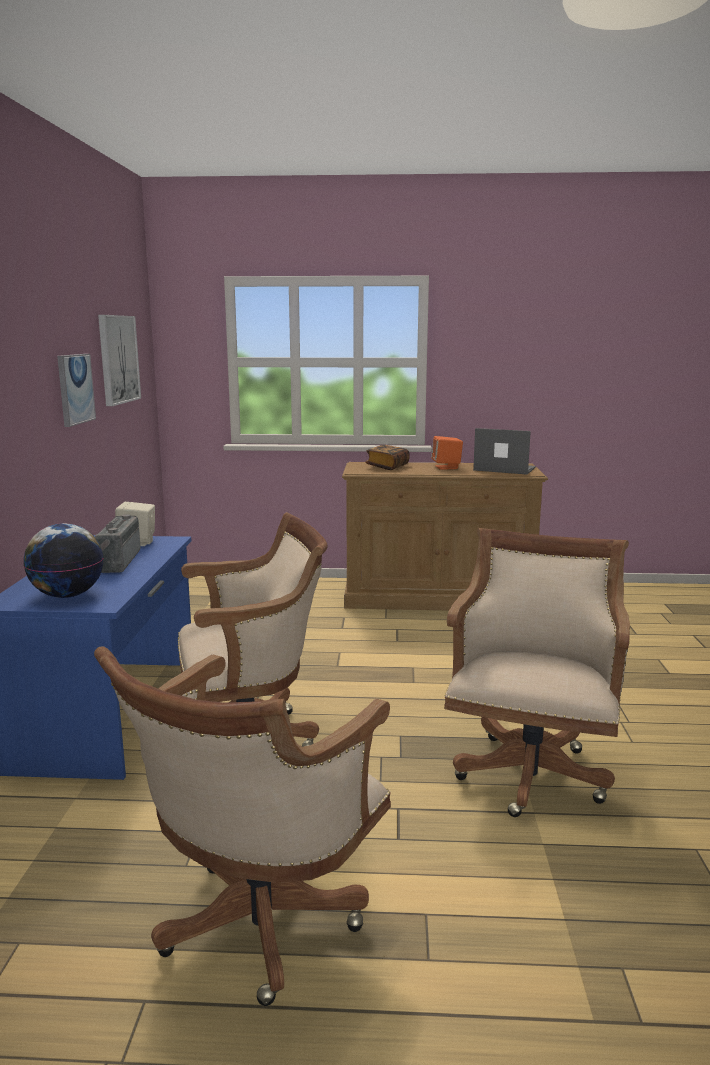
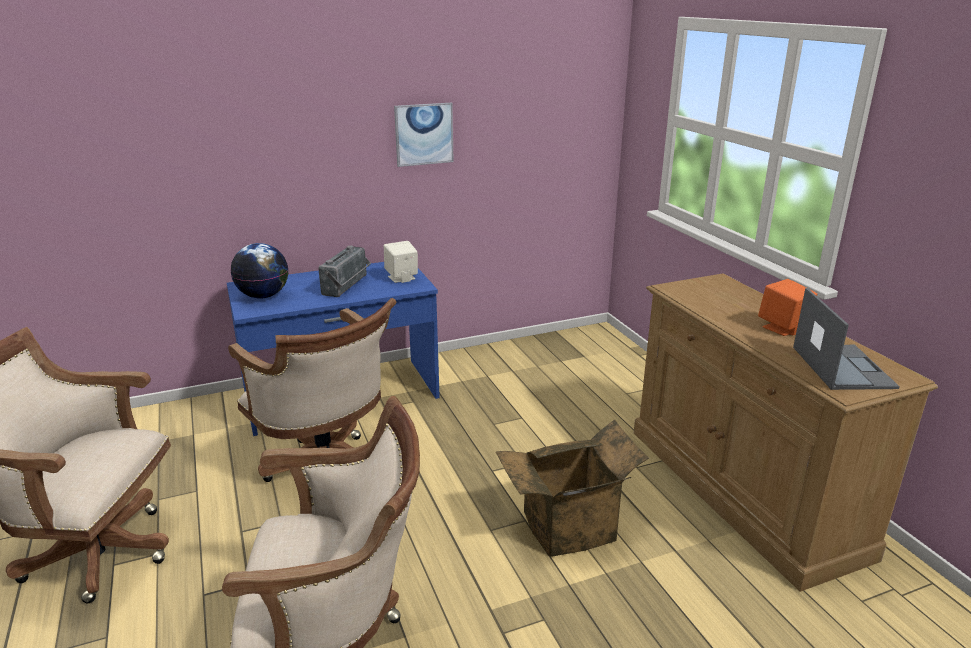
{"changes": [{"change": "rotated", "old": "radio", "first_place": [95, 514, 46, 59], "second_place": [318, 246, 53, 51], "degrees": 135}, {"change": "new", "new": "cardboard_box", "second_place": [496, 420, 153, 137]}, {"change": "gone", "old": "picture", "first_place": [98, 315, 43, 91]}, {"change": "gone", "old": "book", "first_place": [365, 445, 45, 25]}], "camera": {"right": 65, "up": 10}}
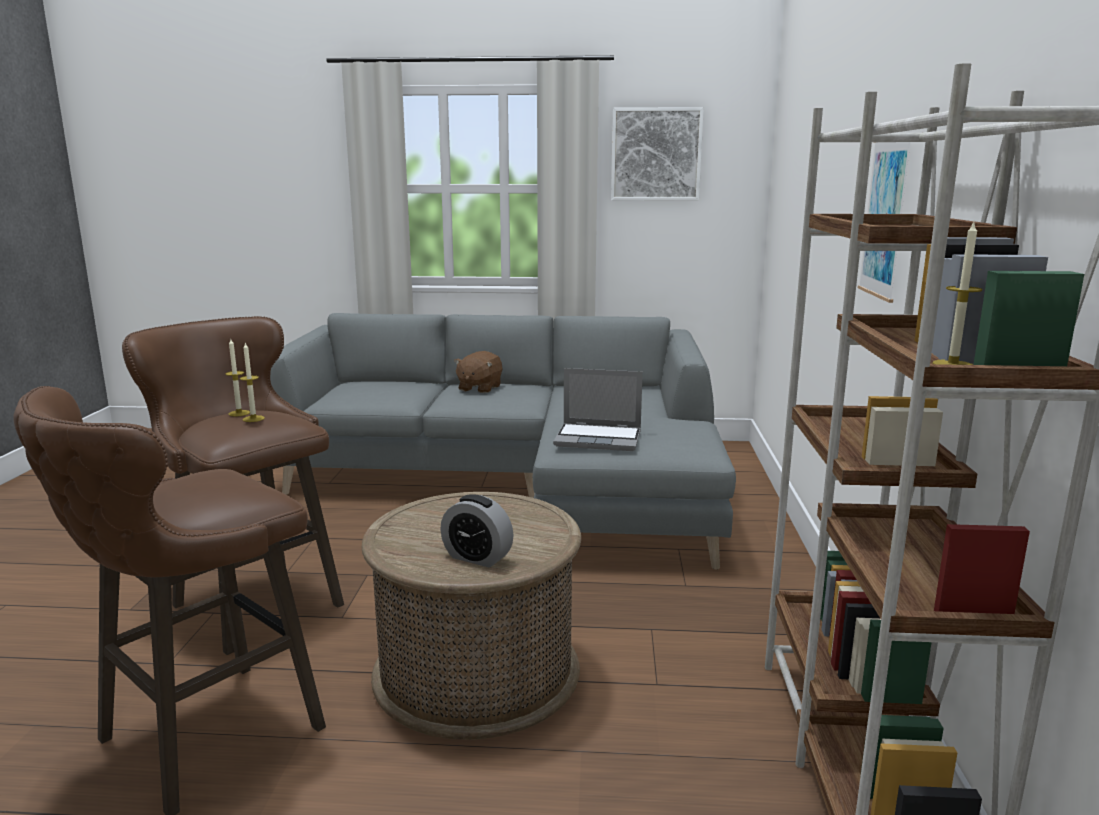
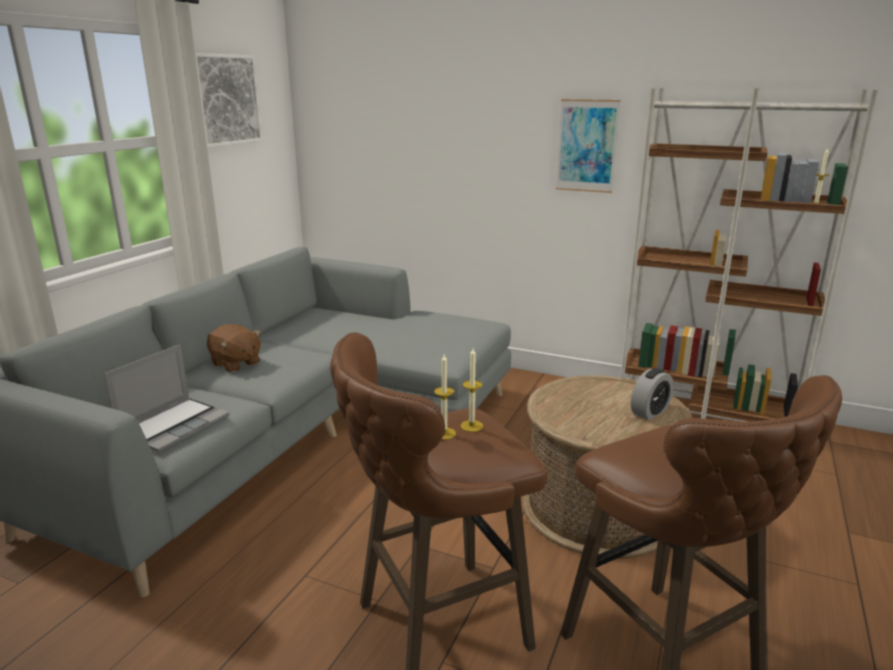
{"changes": [{"change": "shifted", "old": "laptop", "first_place": [553, 368, 90, 83], "second_place": [104, 344, 125, 109]}], "camera": {"right": -70, "up": 5}}
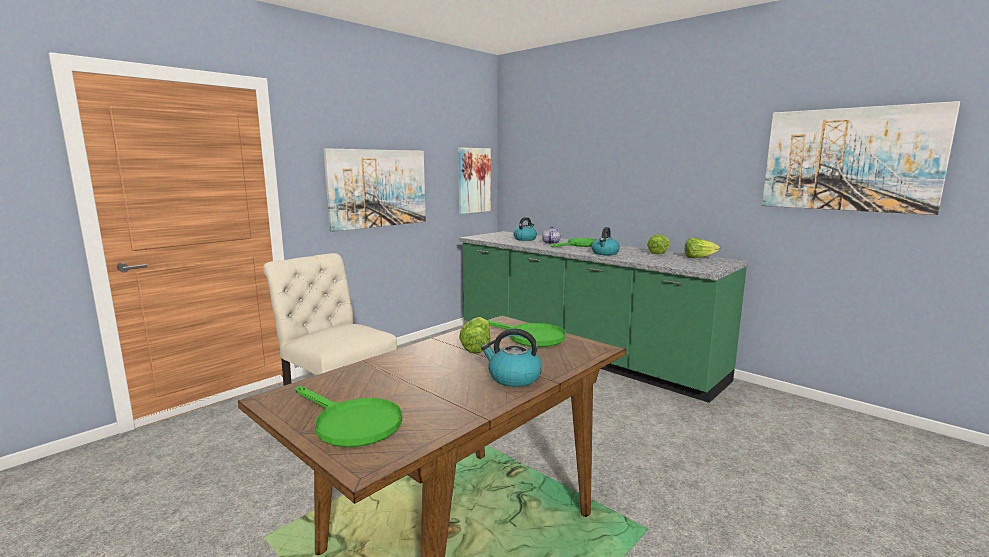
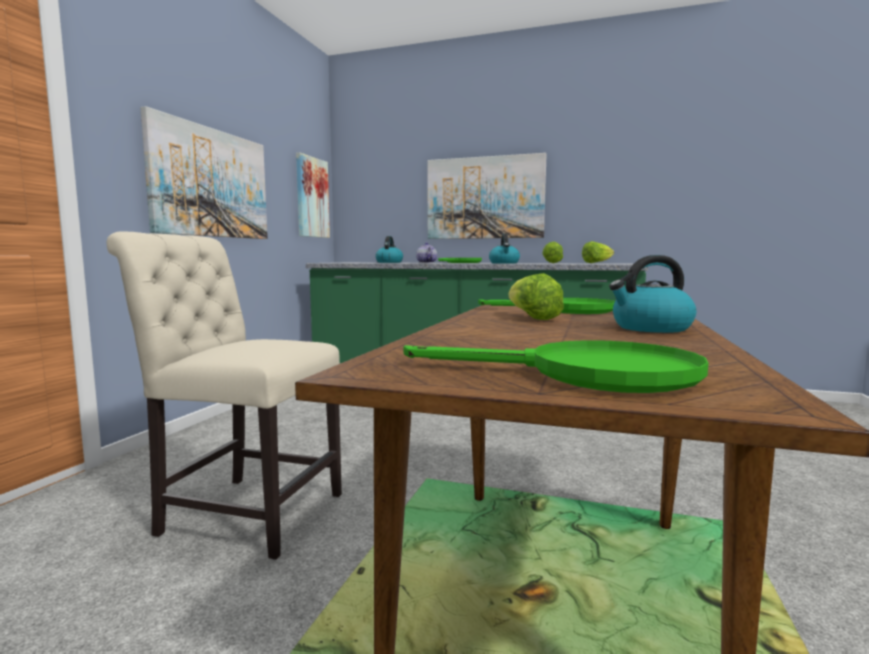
{"changes": [{"change": "shifted", "old": "picture", "first_place": [762, 101, 198, 114], "second_place": [428, 153, 118, 86]}], "camera": {"right": -25, "up": -5}}
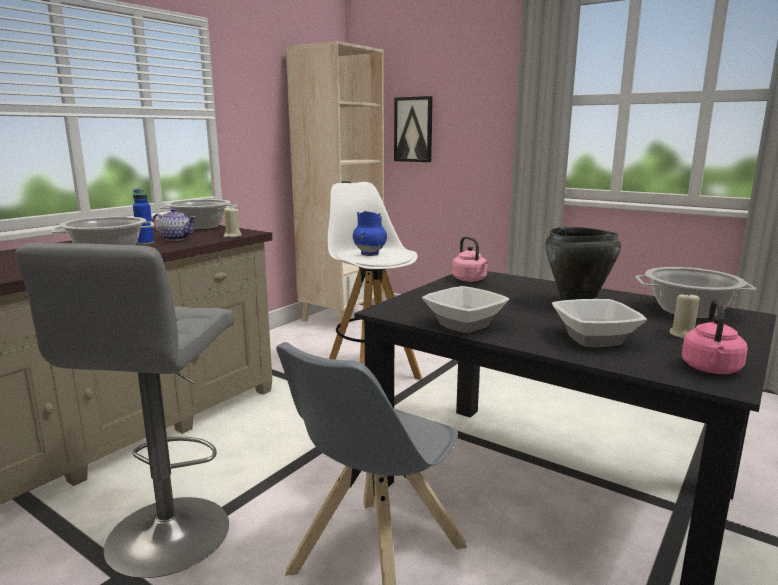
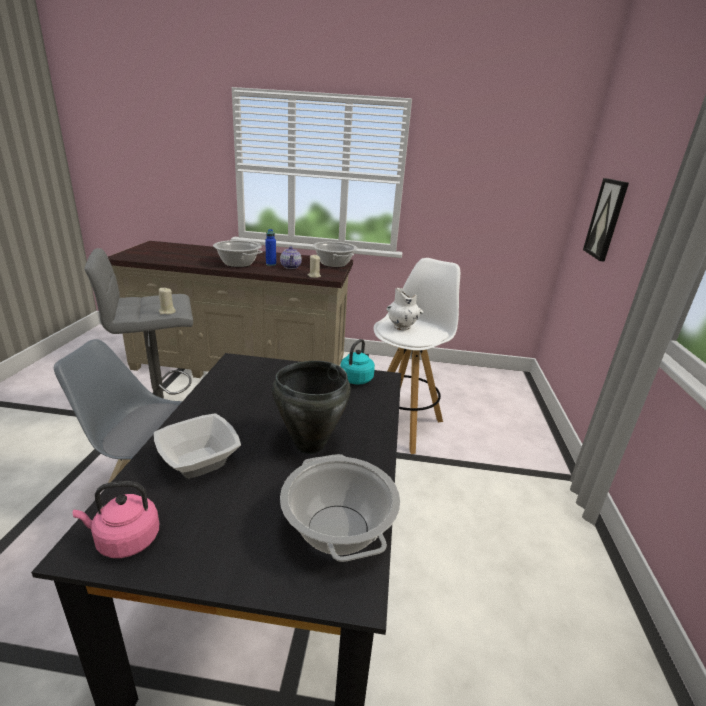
{"changes": [{"change": "shifted", "old": "beige_candle", "first_place": [670, 292, 30, 47], "second_place": [159, 287, 17, 28]}, {"change": "repainted", "old": "pink_kettle", "new": "turquoise_kettle", "first_place": [452, 236, 36, 46], "second_place": [340, 339, 35, 46]}, {"change": "repainted", "old": "blue_vase", "new": "white_vase", "first_place": [353, 211, 34, 45], "second_place": [386, 287, 37, 43]}, {"change": "gone", "old": "beige_bookcase", "first_place": [286, 41, 98, 289]}, {"change": "gone", "old": "bowl", "first_place": [422, 286, 88, 47]}], "camera": {"right": 60, "up": 10}}
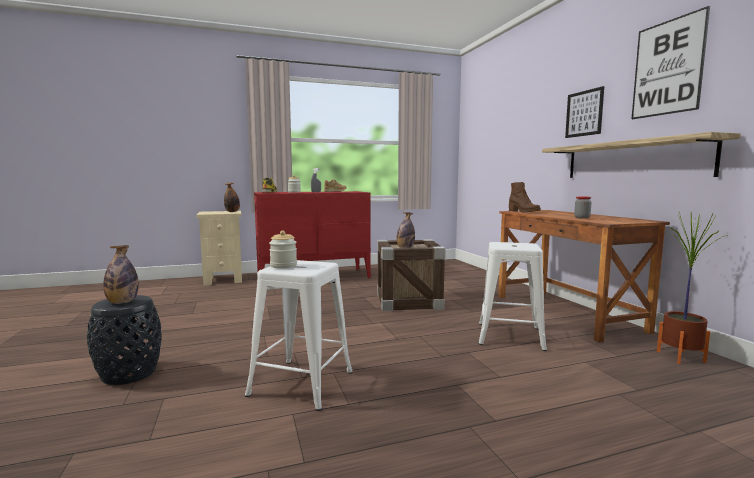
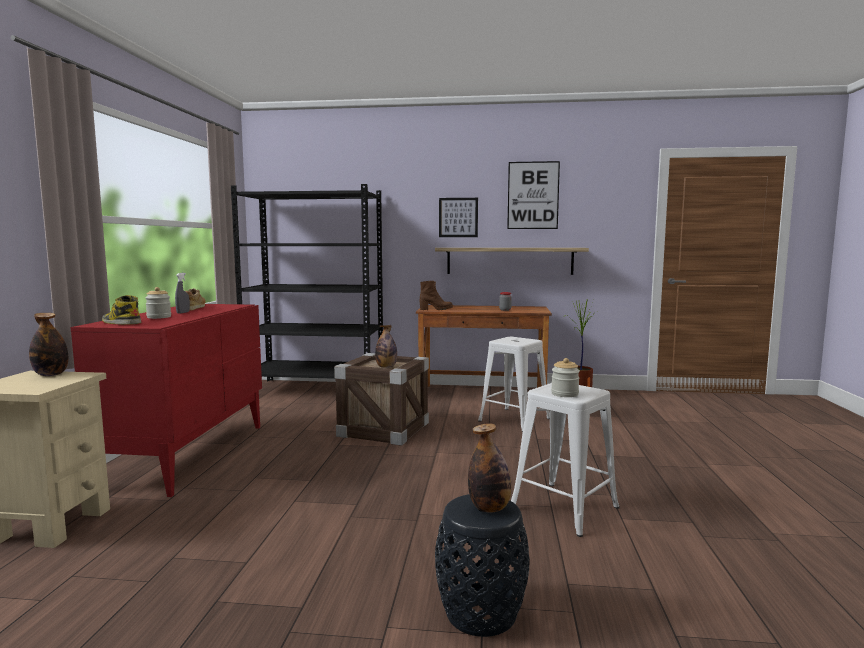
{"changes": [{"change": "new", "new": "black_bookcase", "second_place": [231, 184, 152, 197]}], "camera": {"right": -65, "up": 0}}
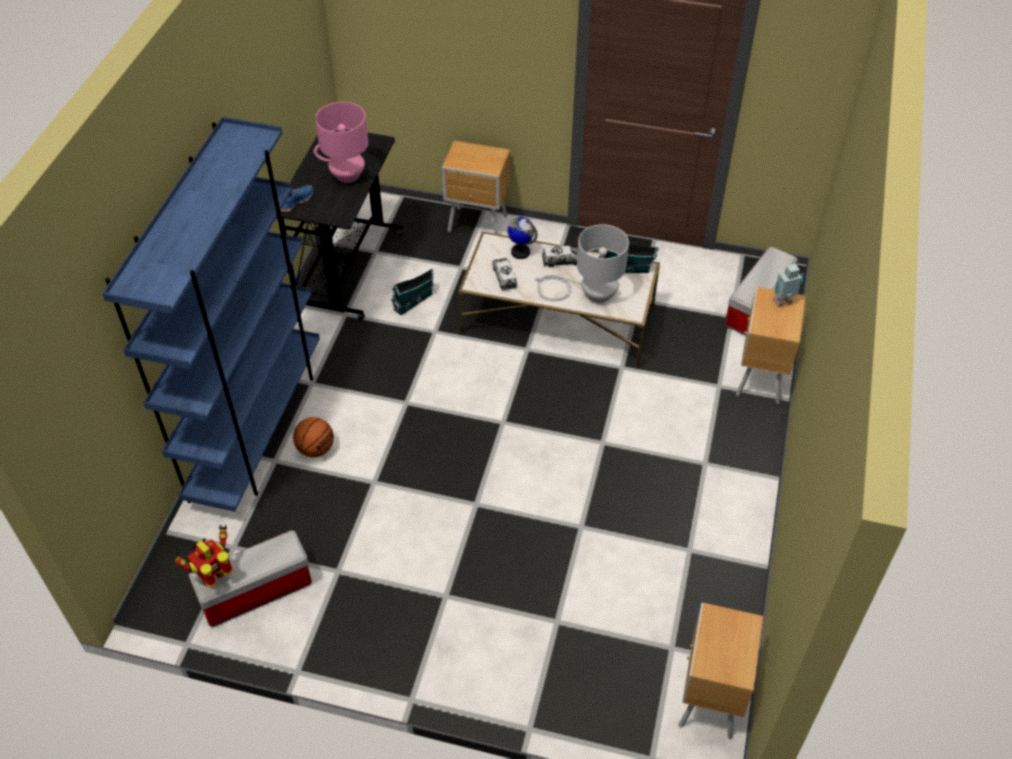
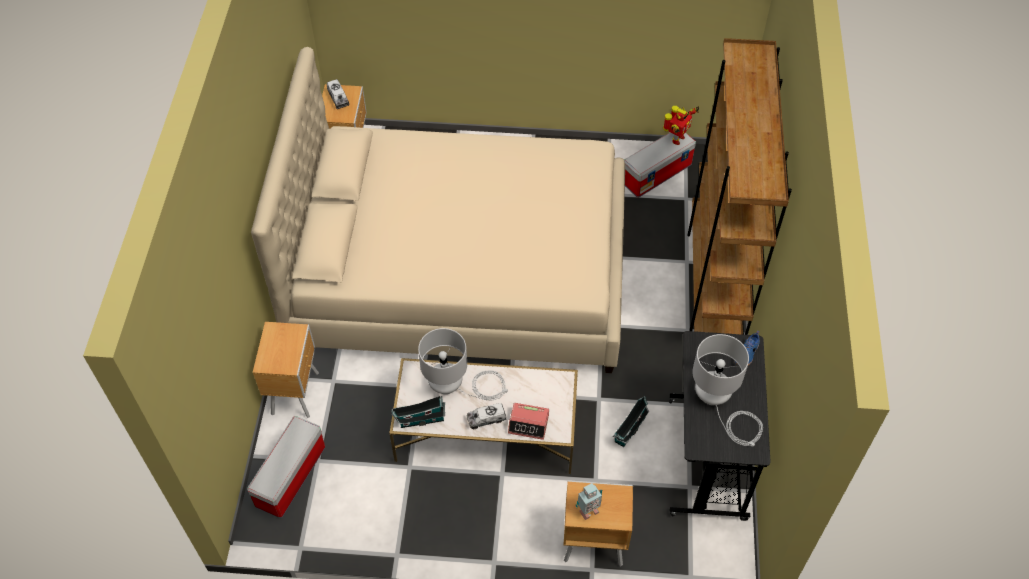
{"changes": [{"change": "new", "new": "beige_bed", "second_place": [251, 47, 374, 326]}, {"change": "shifted", "old": "toy_truck", "first_place": [493, 258, 24, 32], "second_place": [327, 79, 22, 30]}, {"change": "swapped", "old": "globe", "new": "alarm_clock", "first_place": [507, 217, 31, 42], "second_place": [508, 403, 41, 37]}, {"change": "shifted", "old": "toy_robot", "first_place": [772, 263, 32, 44], "second_place": [576, 483, 26, 37]}, {"change": "repainted", "old": "blue_bookcase", "new": "brown_bookcase", "first_place": [102, 117, 218, 395], "second_place": [687, 38, 105, 297]}, {"change": "repainted", "old": "pink_table_lamp", "new": "grey_table_lamp", "first_place": [314, 102, 54, 81], "second_place": [692, 334, 71, 113]}, {"change": "gone", "old": "basketball", "first_place": [293, 417, 41, 40]}], "camera": {"right": 170, "up": 5}}
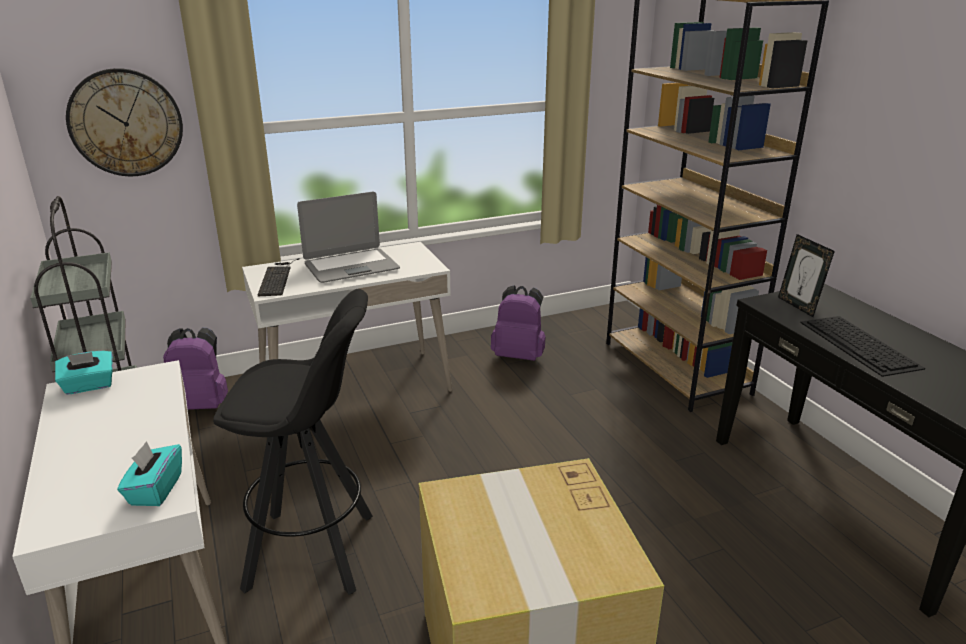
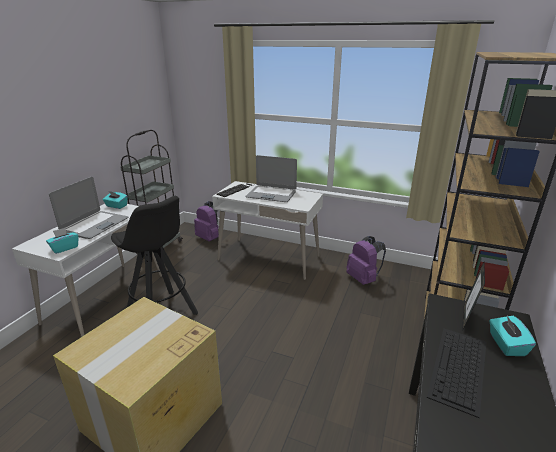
{"changes": [{"change": "new", "new": "laptop", "second_place": [49, 177, 80, 62]}, {"change": "new", "new": "turquoise_tissue_box", "second_place": [489, 316, 47, 40]}, {"change": "gone", "old": "wall_clock", "first_place": [66, 68, 117, 108]}], "camera": {"right": 45, "up": 0}}
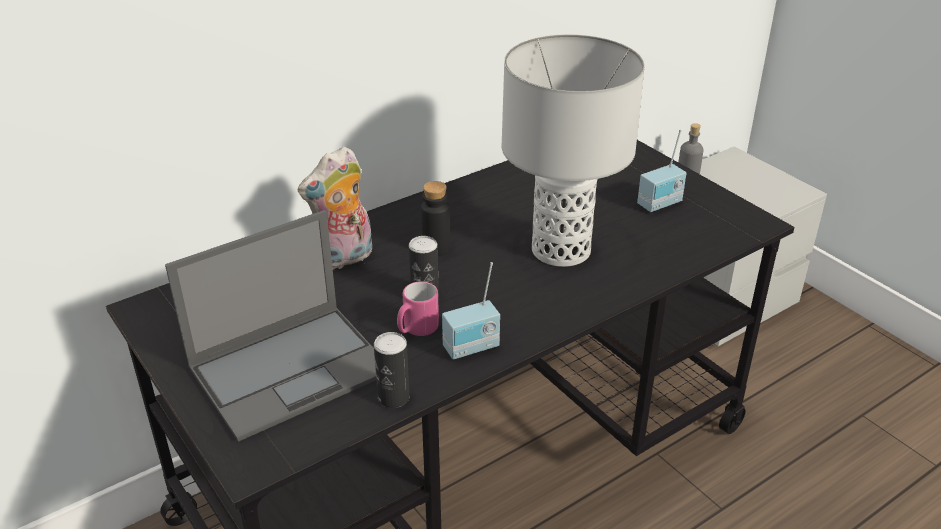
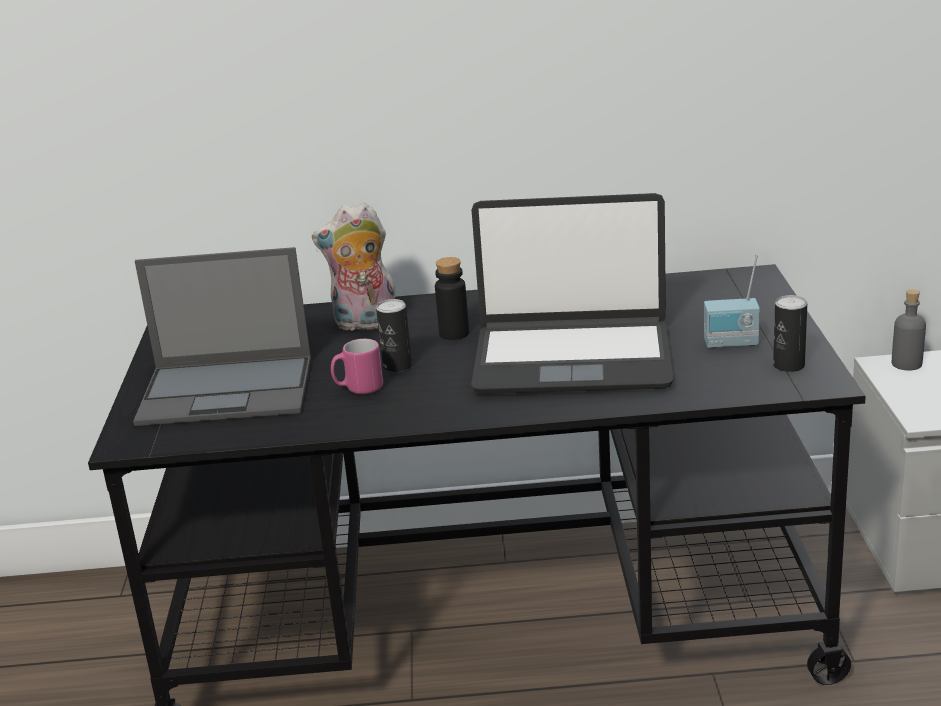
{"changes": [{"change": "swapped", "old": "white_table_lamp", "new": "laptop", "first_place": [501, 34, 144, 233], "second_place": [471, 193, 203, 201]}, {"change": "shifted", "old": "can", "first_place": [374, 332, 36, 76], "second_place": [773, 295, 34, 77]}, {"change": "gone", "old": "radio", "first_place": [442, 262, 58, 98]}], "camera": {"right": 35, "up": -10}}
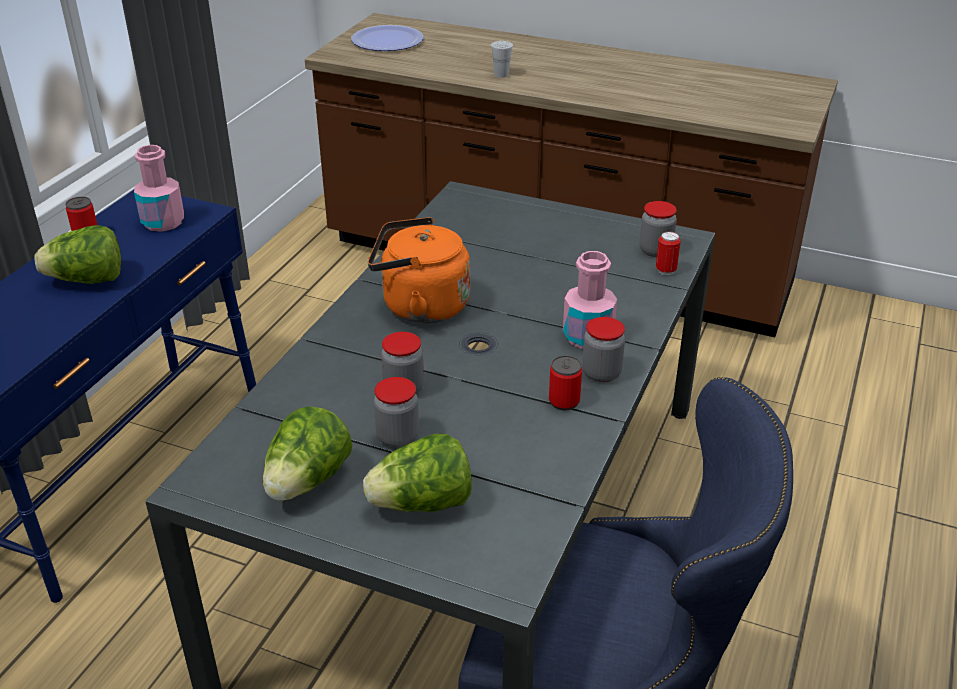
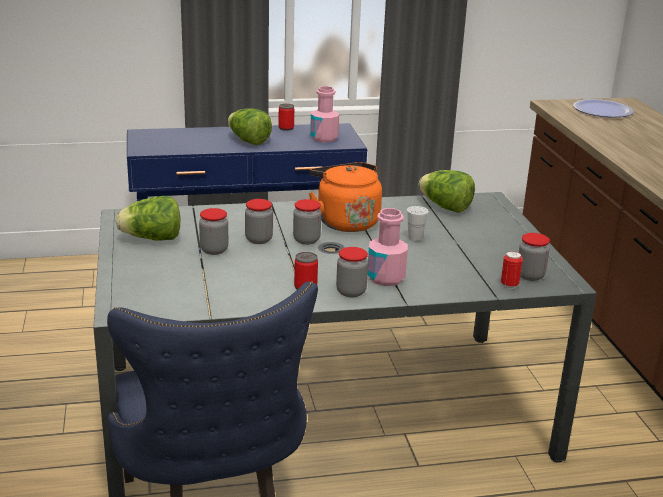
{"changes": [{"change": "new", "new": "jar", "second_place": [293, 199, 28, 46]}, {"change": "shifted", "old": "white_cup", "first_place": [491, 41, 22, 37], "second_place": [406, 206, 23, 35]}, {"change": "shifted", "old": "lettuce", "first_place": [363, 434, 109, 78], "second_place": [419, 170, 56, 43]}], "camera": {"right": 55, "up": -10}}
